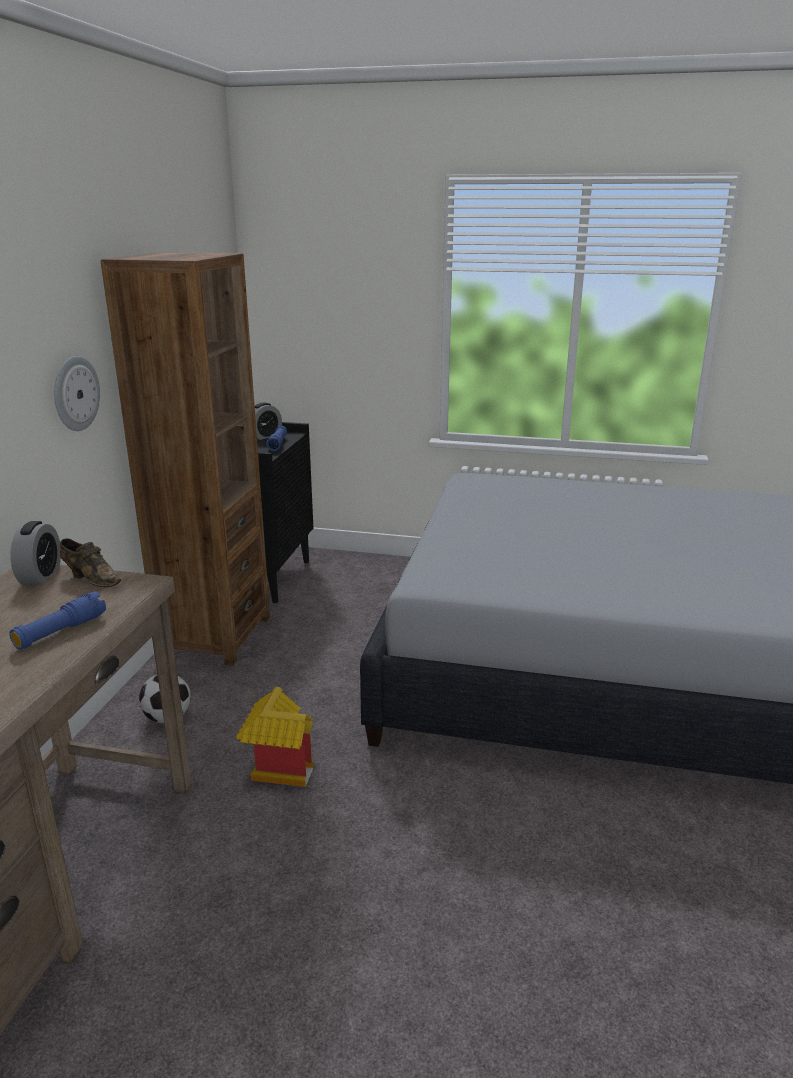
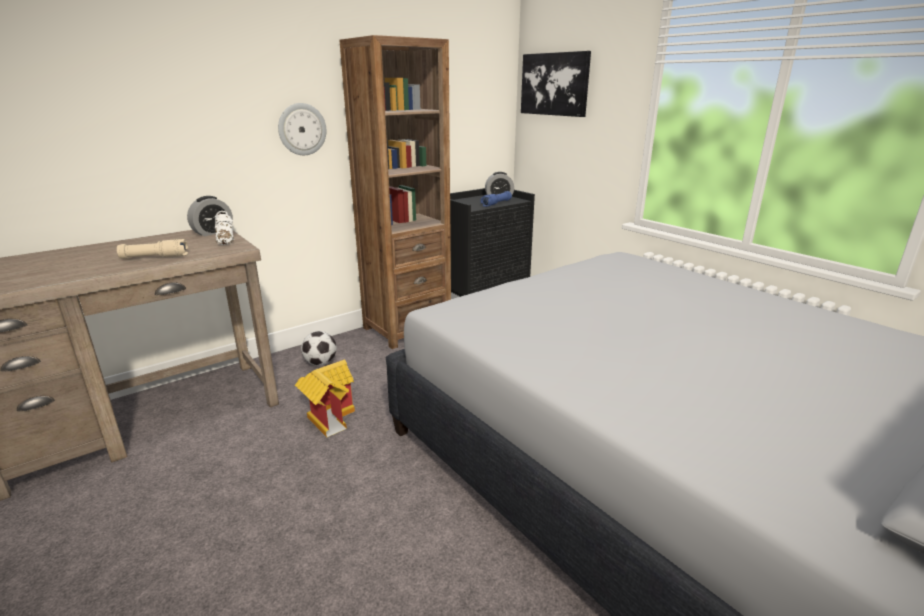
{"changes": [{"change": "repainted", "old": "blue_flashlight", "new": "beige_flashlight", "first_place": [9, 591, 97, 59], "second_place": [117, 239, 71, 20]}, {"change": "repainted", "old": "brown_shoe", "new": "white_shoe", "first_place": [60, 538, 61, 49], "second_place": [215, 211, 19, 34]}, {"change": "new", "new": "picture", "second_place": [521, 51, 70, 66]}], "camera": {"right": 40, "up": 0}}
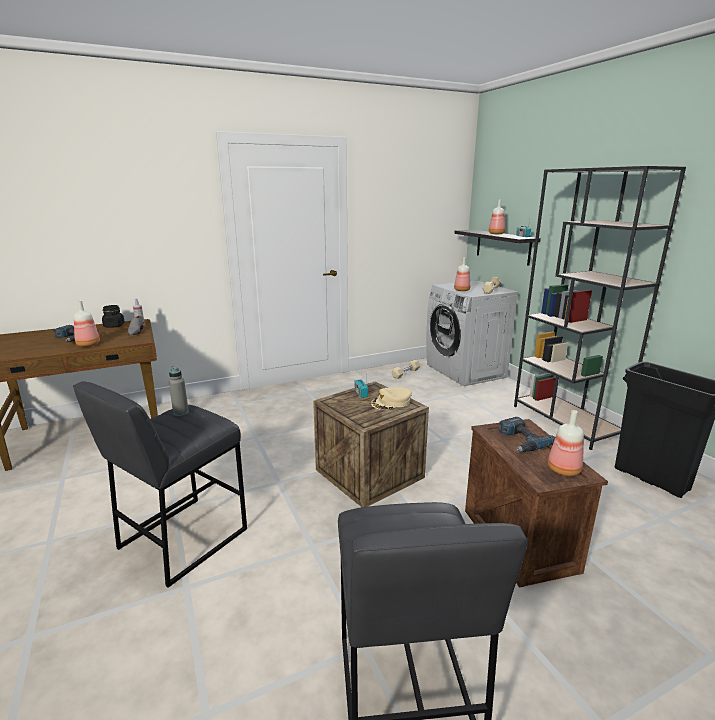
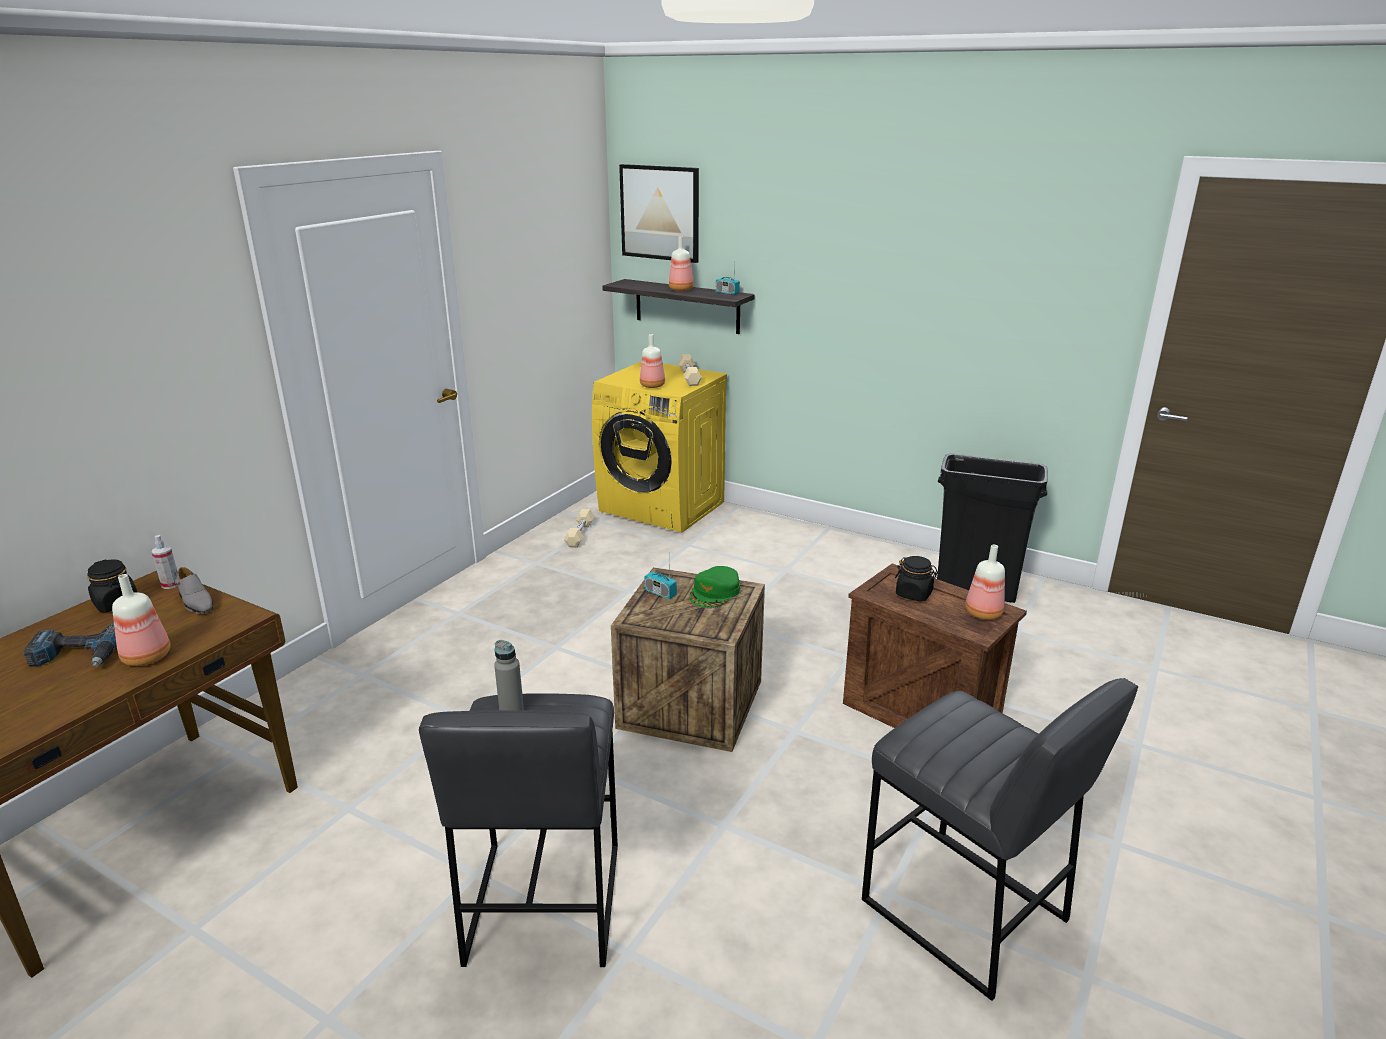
{"changes": [{"change": "repainted", "old": "white_washing_machine", "new": "yellow_washing_machine", "first_place": [426, 281, 93, 105], "second_place": [592, 362, 135, 170]}, {"change": "new", "new": "picture", "second_place": [619, 164, 80, 99]}, {"change": "repainted", "old": "beige_cap", "new": "green_cap", "first_place": [371, 387, 41, 23], "second_place": [689, 566, 51, 42]}, {"change": "swapped", "old": "power_drill", "new": "black_jar", "first_place": [498, 417, 57, 35], "second_place": [895, 556, 44, 46]}, {"change": "gone", "old": "bookcase", "first_place": [514, 166, 172, 284]}], "camera": {"right": -35, "up": 5}}
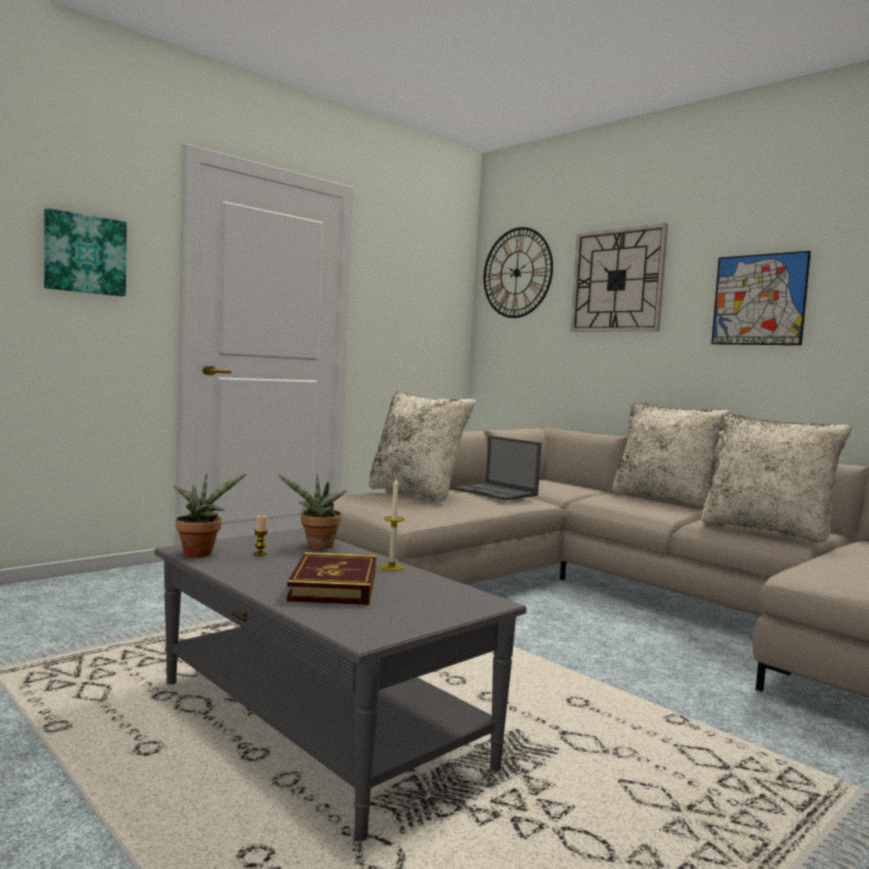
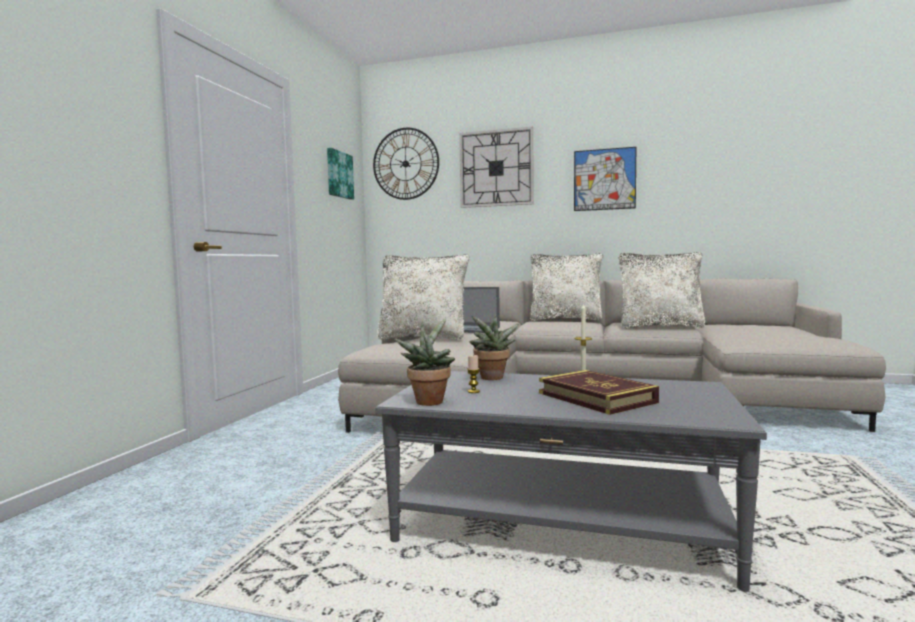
{"changes": [{"change": "shifted", "old": "picture", "first_place": [44, 208, 83, 88], "second_place": [327, 148, 27, 52]}], "camera": {"right": -30, "up": 0}}
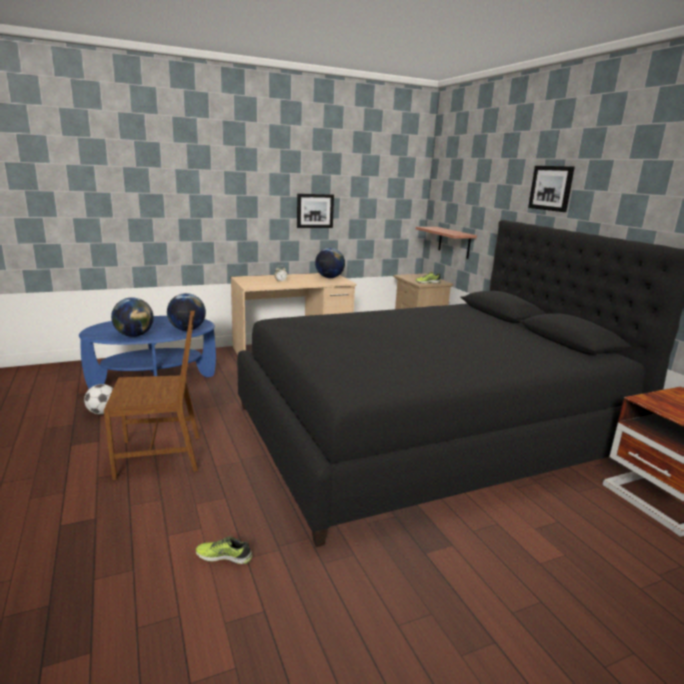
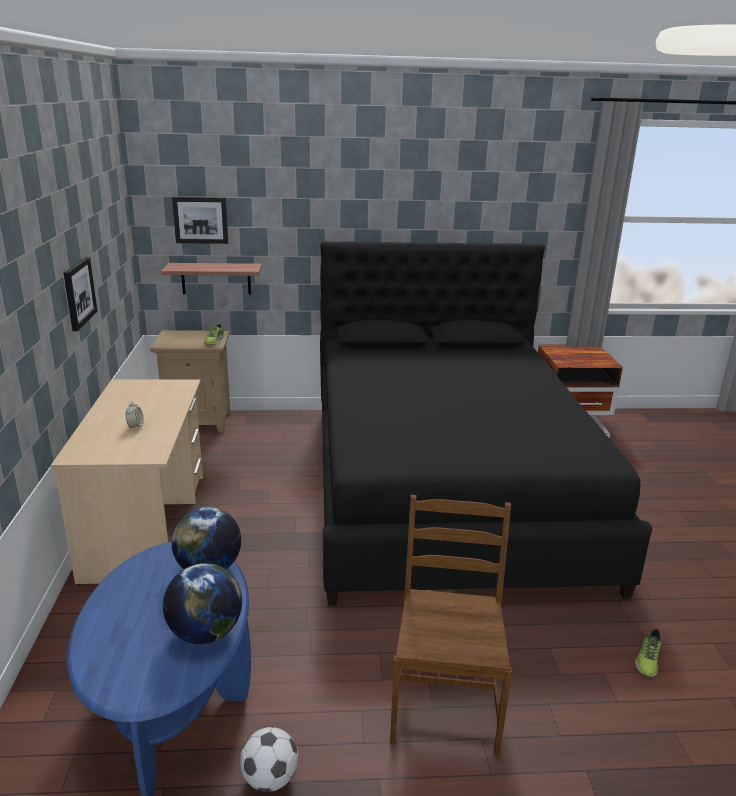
{"changes": [{"change": "shifted", "old": "picture", "first_place": [528, 166, 47, 46], "second_place": [172, 197, 56, 47]}, {"change": "gone", "old": "globe", "first_place": [315, 248, 30, 30]}], "camera": {"right": -70, "up": 5}}
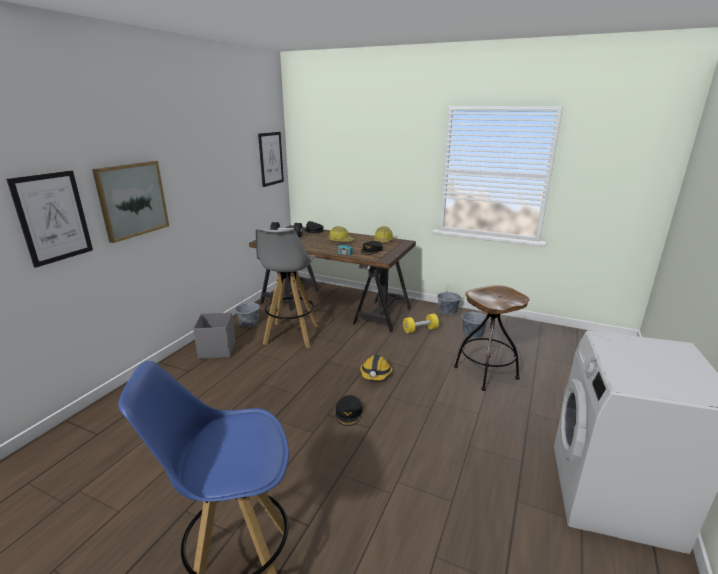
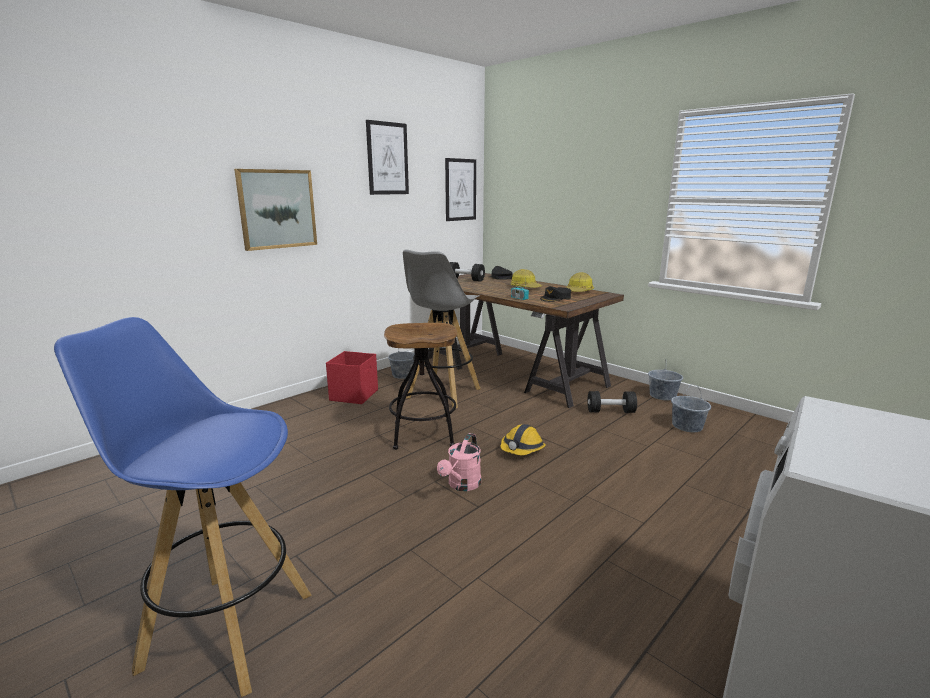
{"changes": [{"change": "repainted", "old": "grey_storage_box", "new": "red_storage_box", "first_place": [193, 312, 42, 47], "second_place": [326, 351, 52, 53]}, {"change": "shifted", "old": "picture", "first_place": [6, 170, 87, 98], "second_place": [366, 120, 43, 75]}, {"change": "shifted", "old": "brown_stool", "first_place": [454, 285, 76, 106], "second_place": [384, 323, 73, 127]}, {"change": "swapped", "old": "black_cap", "new": "pink_watering_can", "first_place": [336, 395, 27, 31], "second_place": [437, 433, 44, 58]}, {"change": "repainted", "old": "yellow_dumbbell", "new": "black_dumbbell", "first_place": [403, 314, 36, 19], "second_place": [587, 391, 50, 22]}], "camera": {"right": 20, "up": -5}}
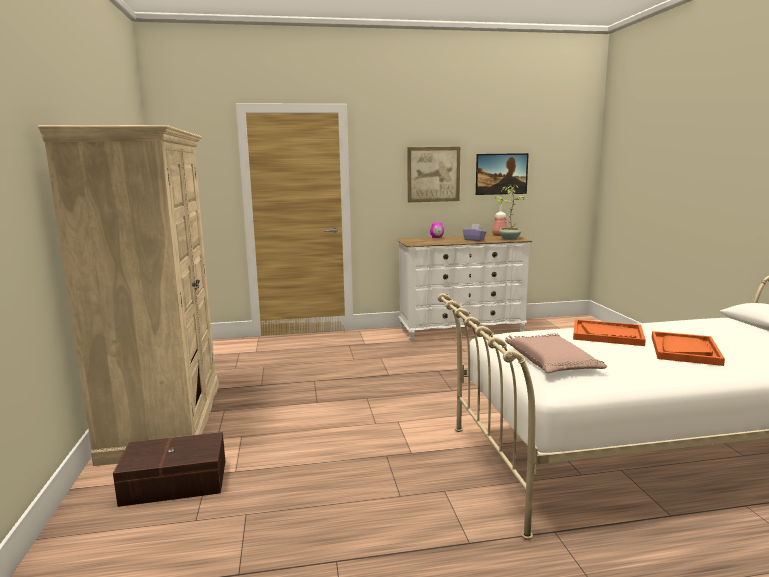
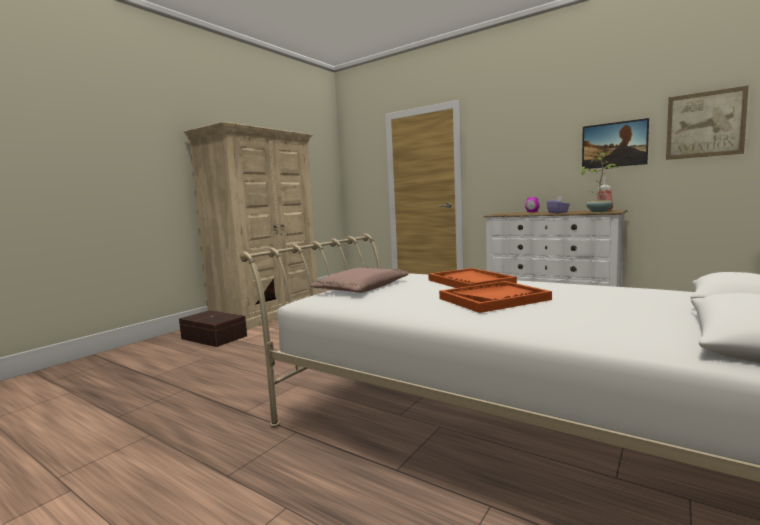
{"changes": [{"change": "shifted", "old": "picture", "first_place": [407, 147, 53, 55], "second_place": [666, 86, 83, 74]}], "camera": {"right": 45, "up": -5}}
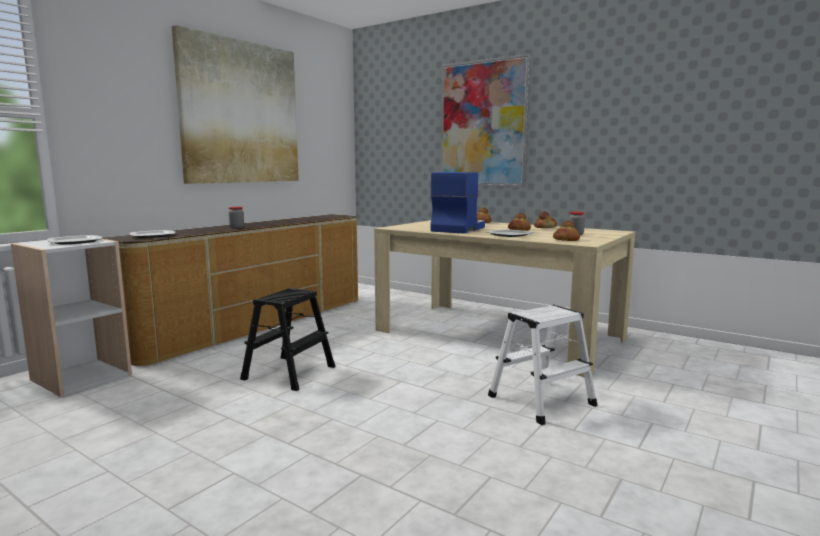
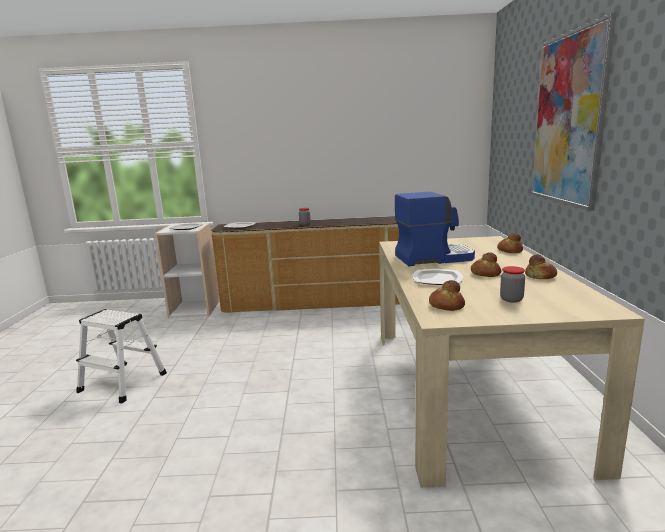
{"changes": [{"change": "shifted", "old": "white_step_ladder", "first_place": [488, 305, 110, 120], "second_place": [76, 309, 91, 95]}, {"change": "gone", "old": "picture", "first_place": [172, 25, 127, 159]}, {"change": "gone", "old": "black_step_ladder", "first_place": [240, 288, 96, 103]}], "camera": {"right": 55, "up": 5}}
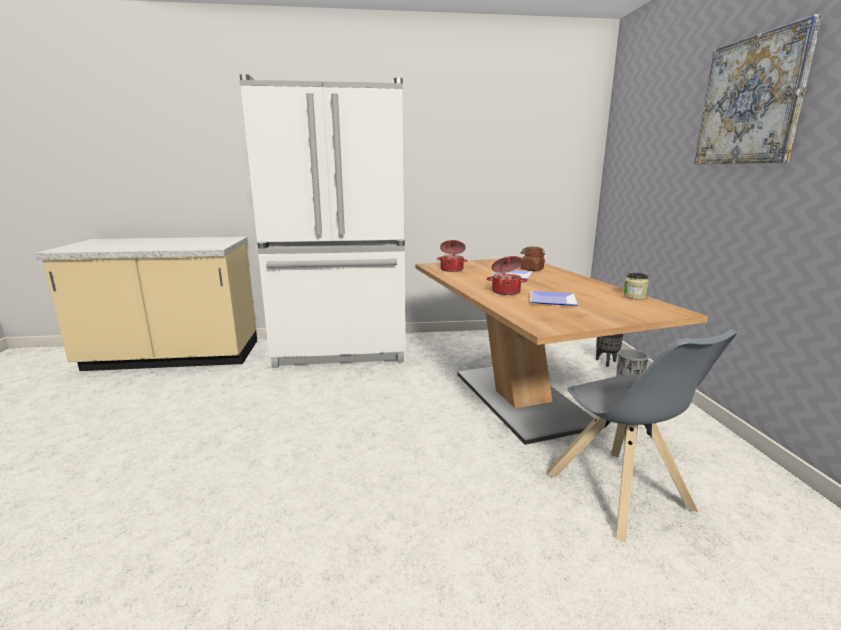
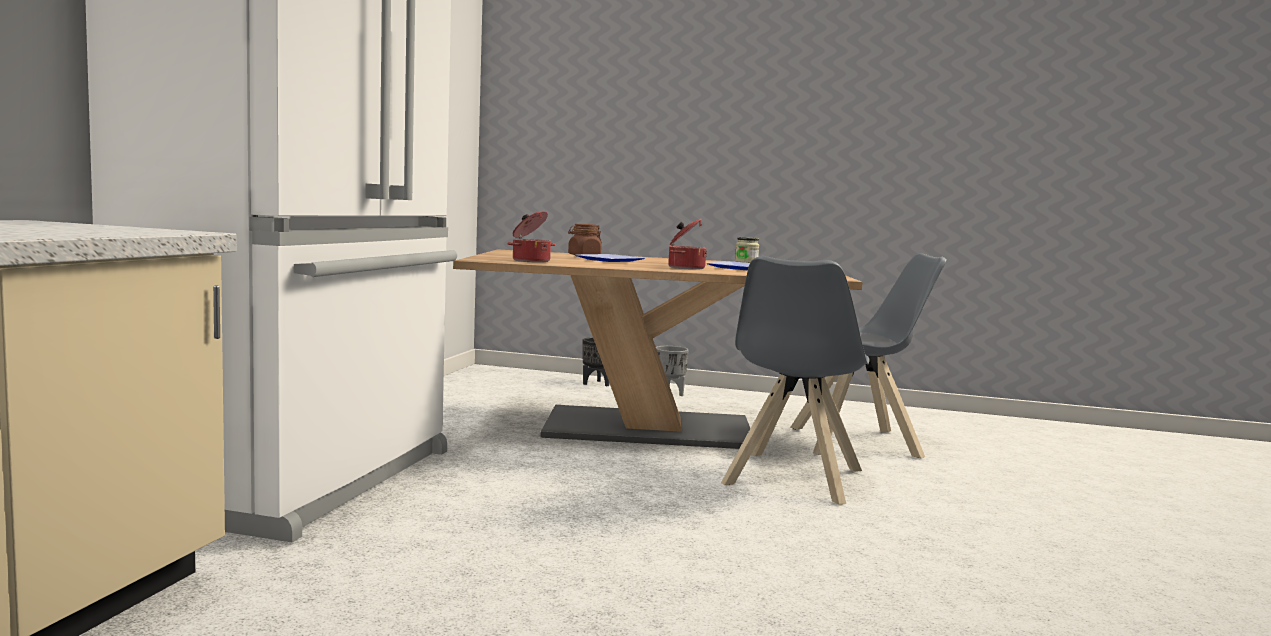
{"changes": [{"change": "new", "new": "grey_chair", "second_place": [721, 256, 149, 249]}, {"change": "gone", "old": "picture", "first_place": [694, 14, 128, 150]}], "camera": {"right": -70, "up": -10}}
